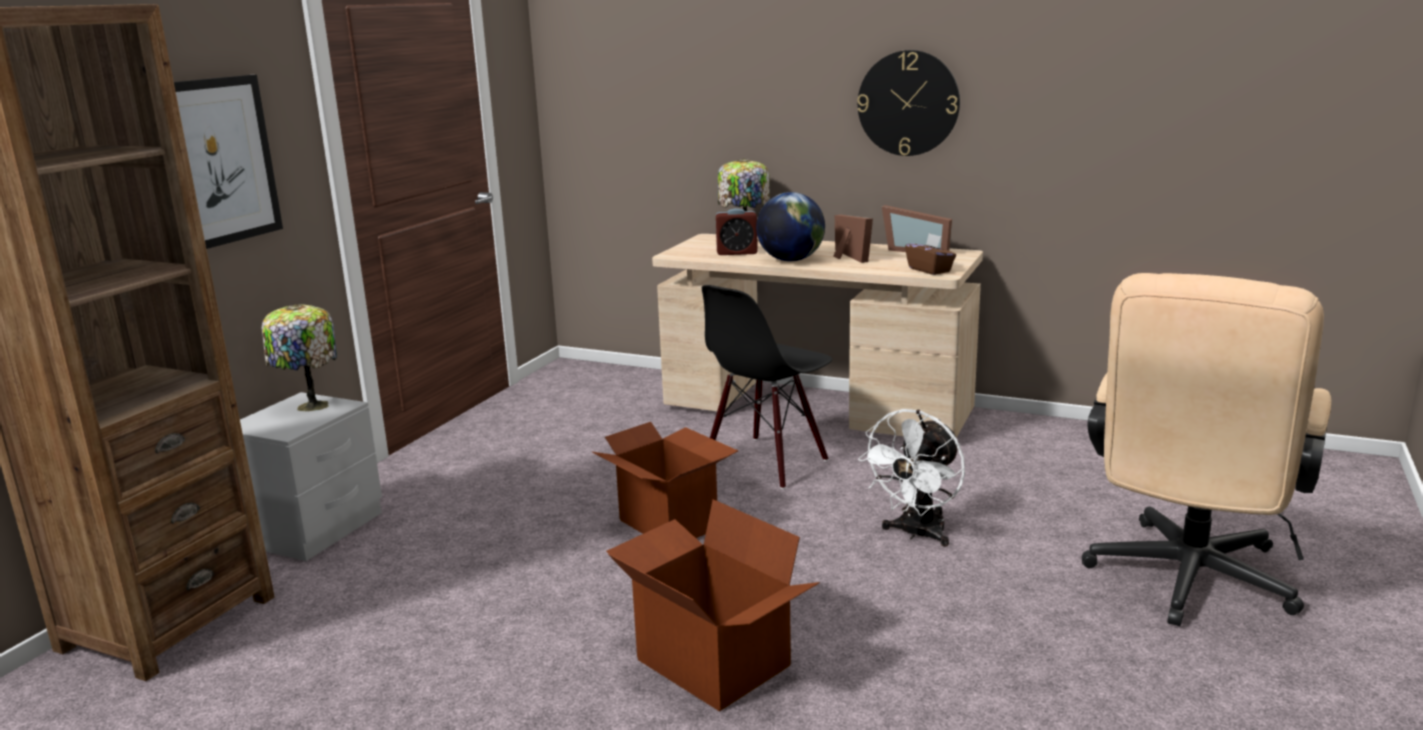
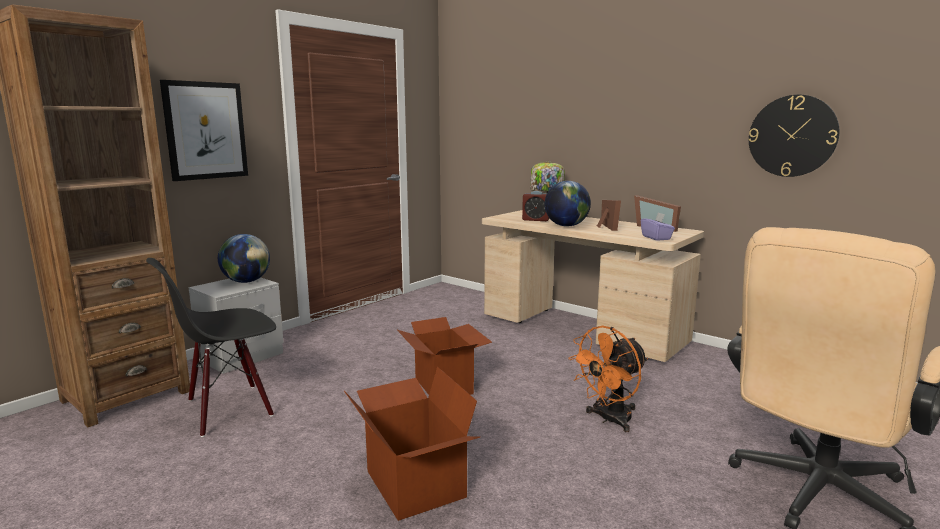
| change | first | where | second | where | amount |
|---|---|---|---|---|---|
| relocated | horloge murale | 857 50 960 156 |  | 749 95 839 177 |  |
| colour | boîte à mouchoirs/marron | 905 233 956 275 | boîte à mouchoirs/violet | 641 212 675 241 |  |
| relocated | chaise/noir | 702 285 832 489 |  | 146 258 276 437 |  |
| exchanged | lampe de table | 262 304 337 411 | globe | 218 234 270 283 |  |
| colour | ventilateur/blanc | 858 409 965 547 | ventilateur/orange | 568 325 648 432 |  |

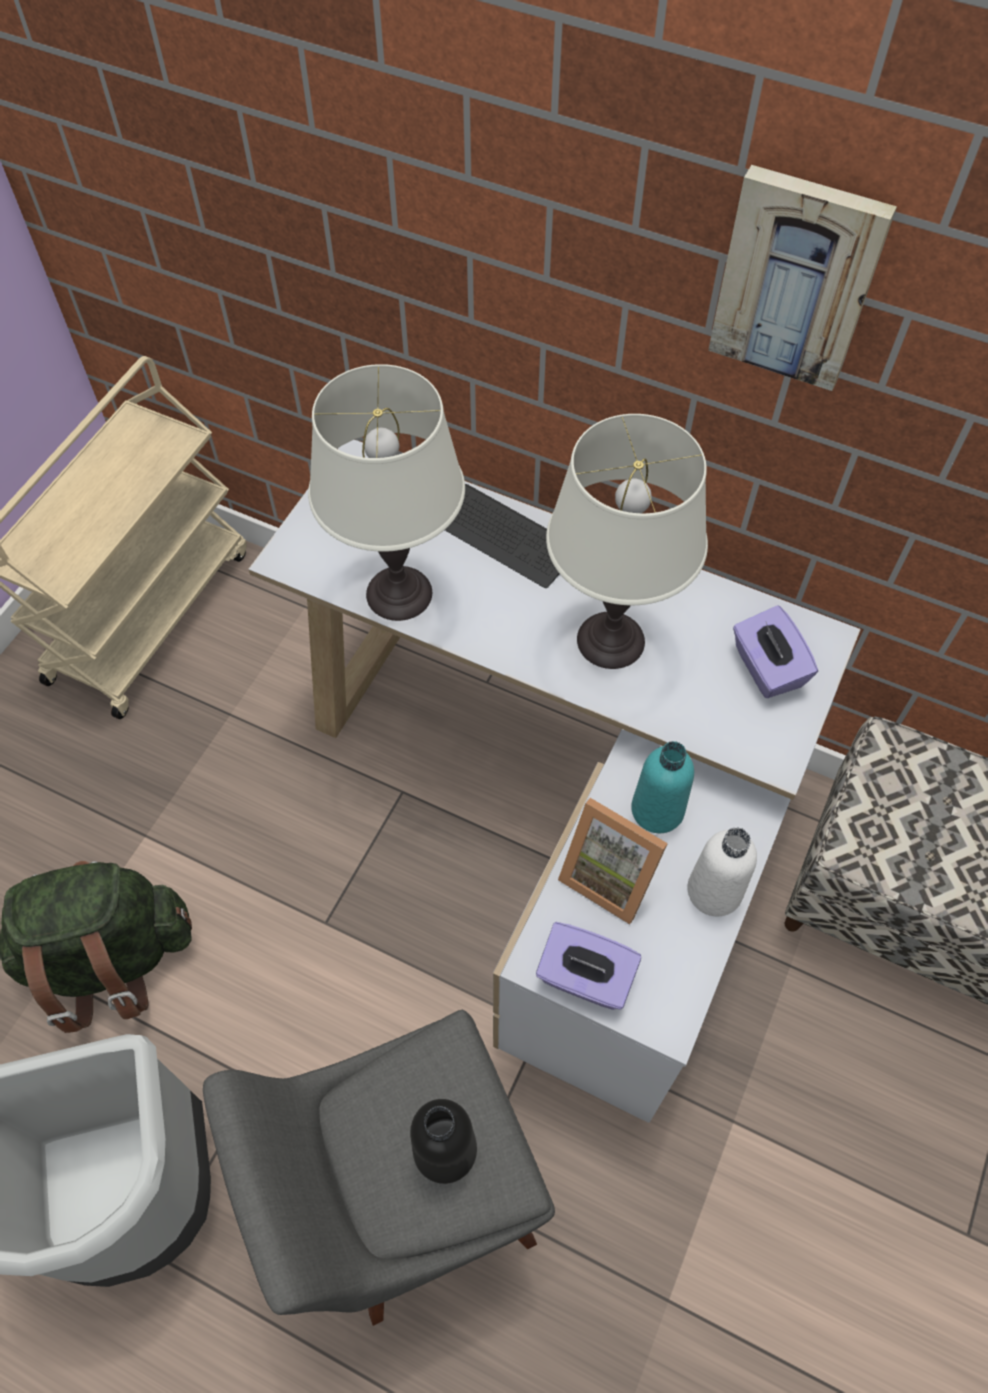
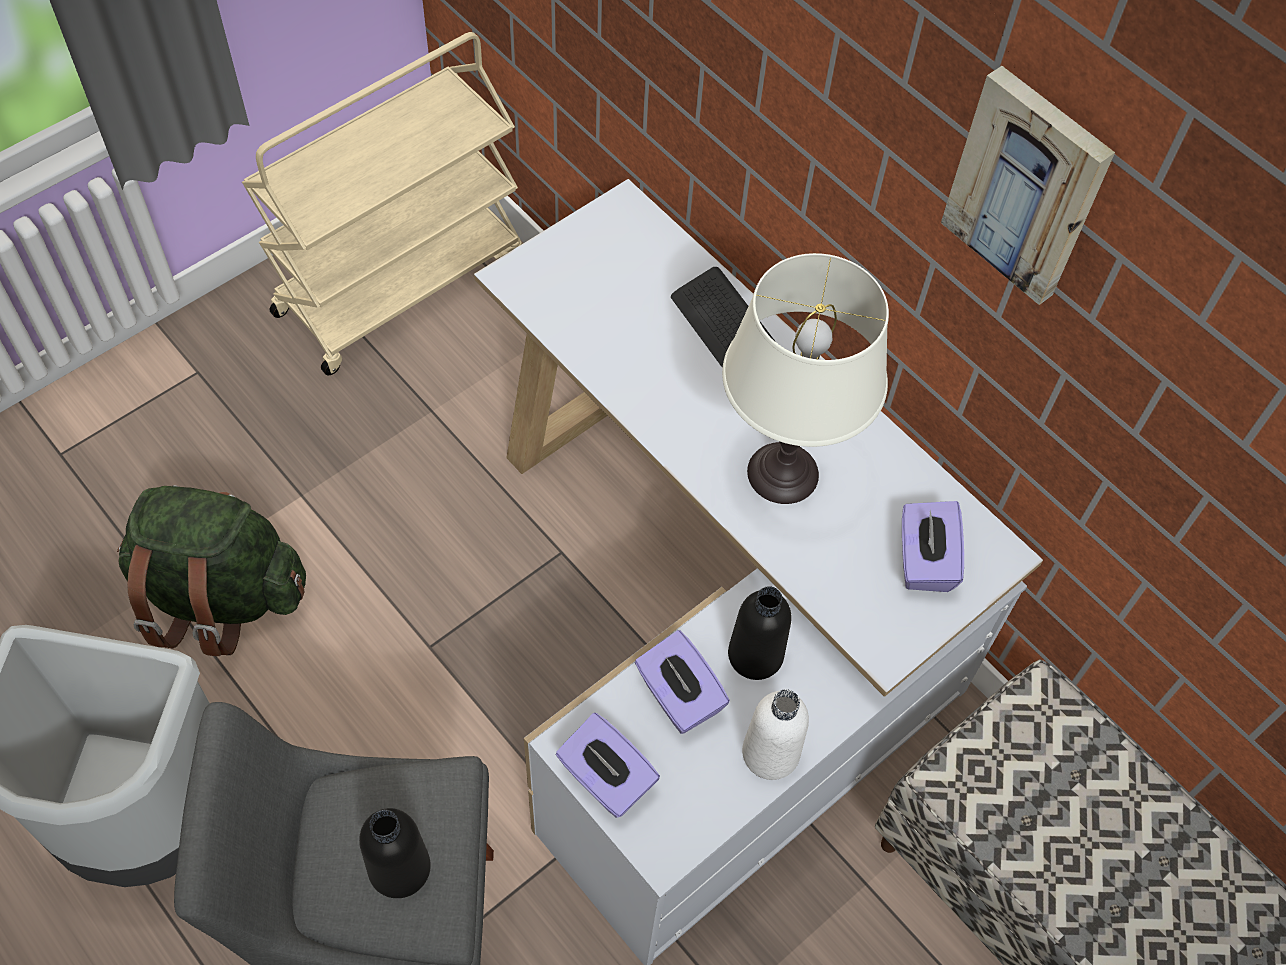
| change | first | where | second | where | amount |
|---|---|---|---|---|---|
| missing | lampe de table/blanc | 308 364 465 621 |  |  |  |
| colour | bouteille/turquoise | 631 741 694 833 | bouteille/noir | 728 586 791 680 |  |
| exchanged | cadre photo | 558 798 668 925 | boîte à mouchoirs/violet | 635 630 730 734 |  |

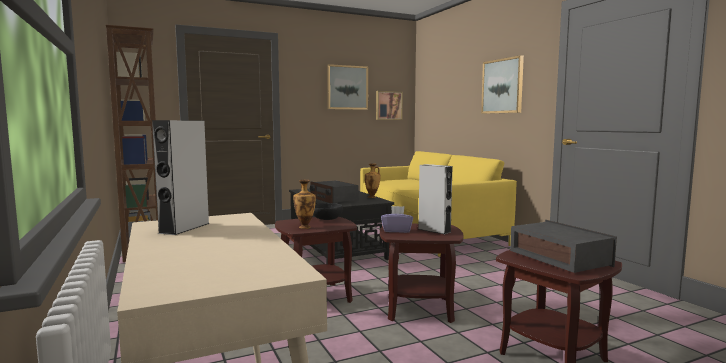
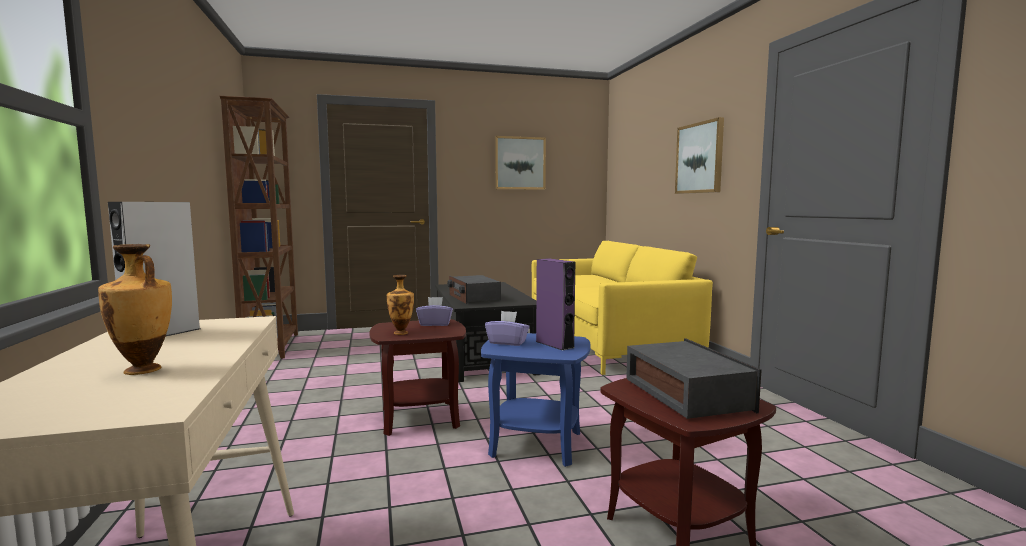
| change | first | where | second | where | amount |
|---|---|---|---|---|---|
| missing | tableau | 376 91 403 120 |  |  |  |
| relocated | vase | 365 163 380 198 |  | 98 244 172 375 |  |
| colour | enceinte/gris | 418 164 453 234 | enceinte/violet | 536 258 575 351 |  |
| exchanged | bol/noir | 313 203 343 220 | boîte à mouchoirs/violet | 416 297 453 326 |  |
| colour | table d'appoint/marron | 380 224 464 323 | table d'appoint/bleu | 481 333 591 467 |  |

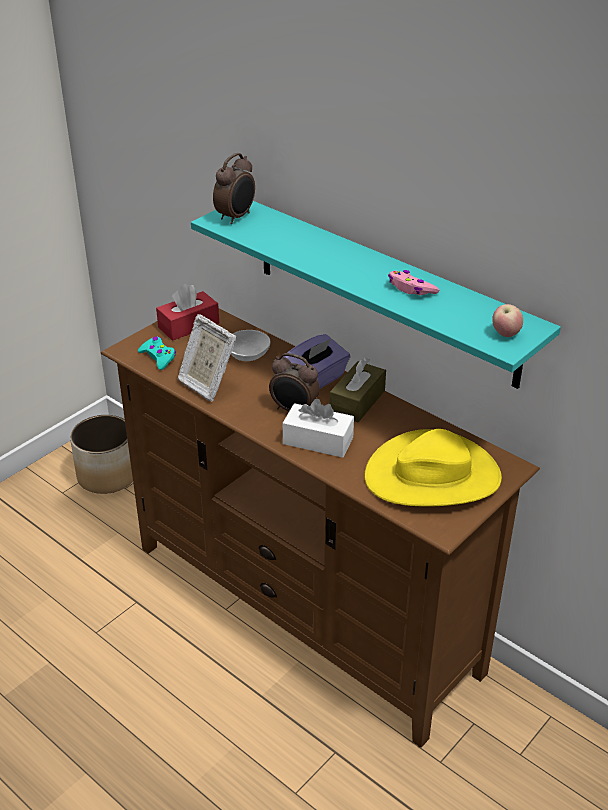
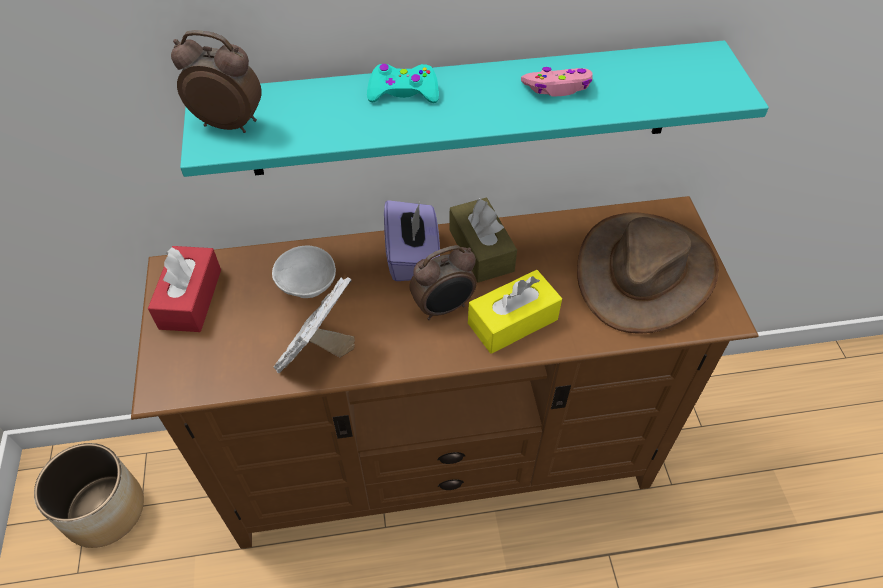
| change | first | where | second | where | amount |
|---|---|---|---|---|---|
| spun | réveil | 213 153 255 224 |  | 171 30 262 133 | 60 degrees counterclockwise |
| missing | pomme | 492 304 523 337 |  |  |  |
| spun | cadre photo | 178 314 237 402 |  | 274 276 355 373 | 120 degrees clockwise |
| relocated | manette/turquoise | 138 337 176 370 |  | 367 64 439 103 |  |
| colour | boîte à mouchoirs/blanc | 283 399 354 458 | boîte à mouchoirs/jaune | 468 270 562 354 |  |
| colour | chapeau/jaune | 364 429 502 506 | chapeau/marron | 577 212 719 334 |  |

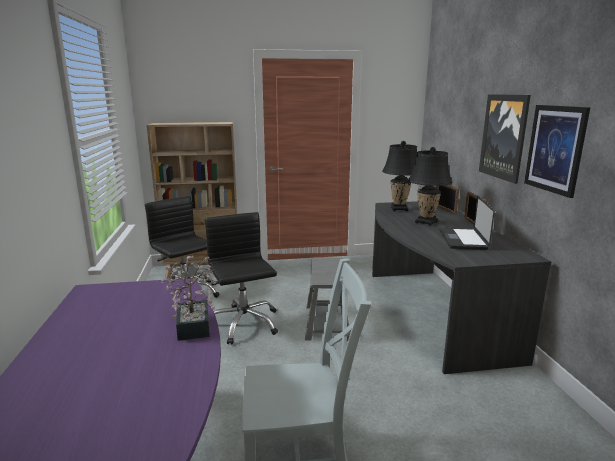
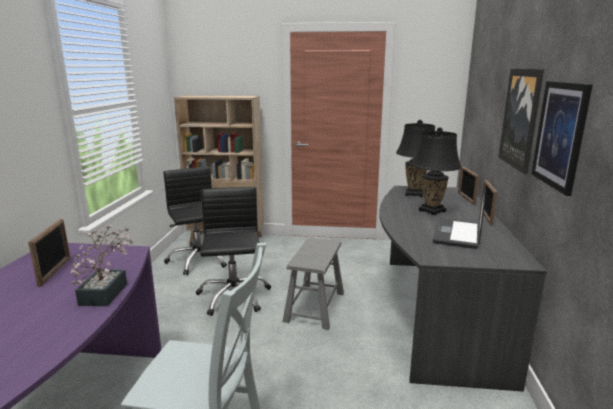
| change | first | where | second | where | amount |
|---|---|---|---|---|---|
| appeared |  |  | cadre photo | 28 219 70 287 |  |

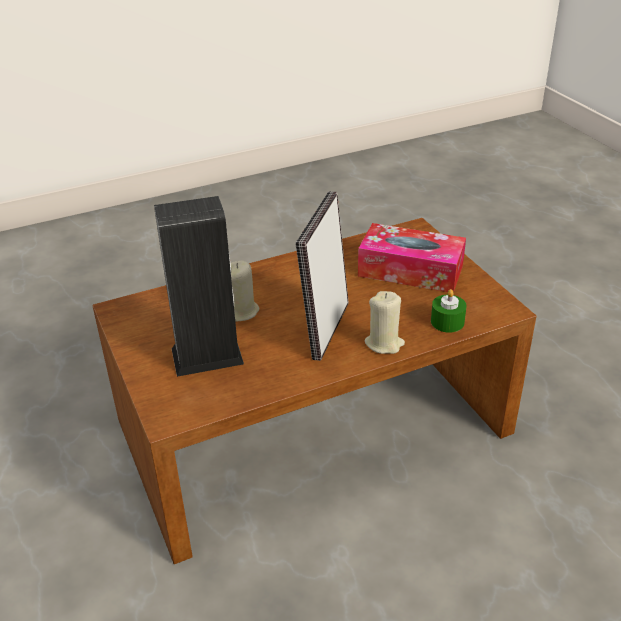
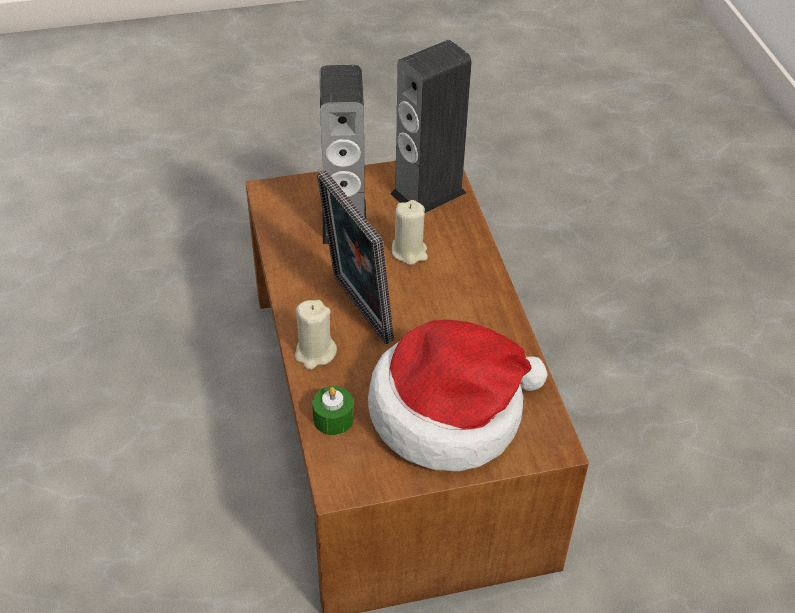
| change | first | where | second | where | amount |
|---|---|---|---|---|---|
| spun | cadre photo | 296 191 348 361 |  | 317 170 394 344 | 150 degrees counterclockwise |
| exchanged | boîte à mouchoirs | 358 223 466 293 | chapeau | 368 320 548 471 |  |
| appeared |  |  | enceinte | 391 40 472 213 |  |

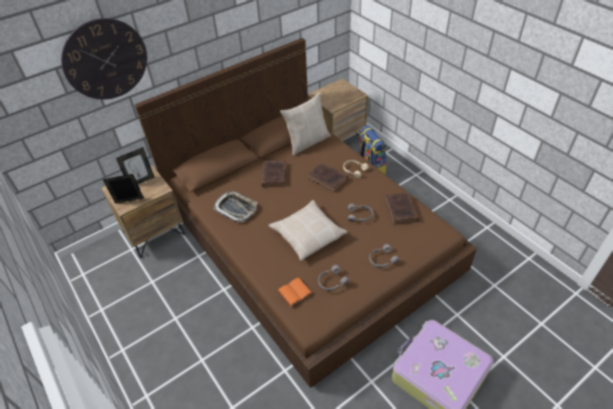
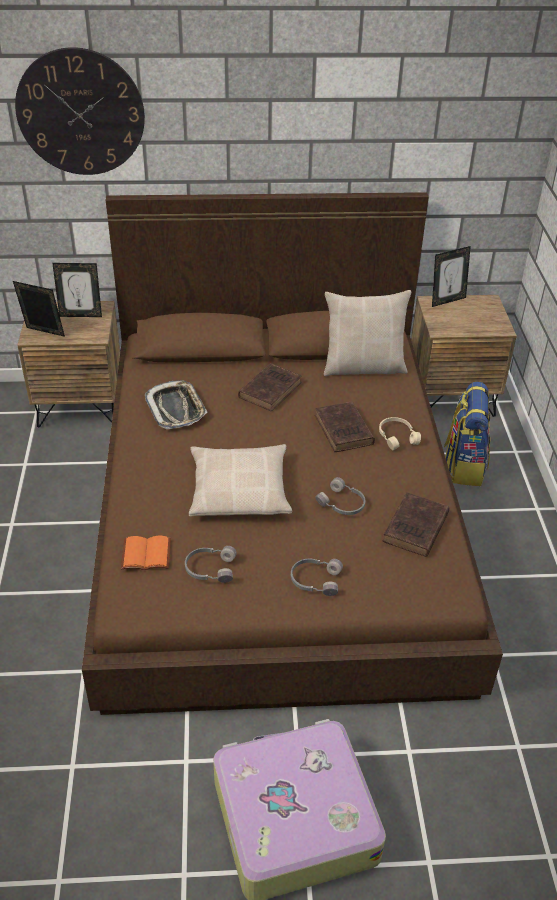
| change | first | where | second | where | amount |
|---|---|---|---|---|---|
| appeared |  |  | cadre photo | 432 246 471 307 |  |

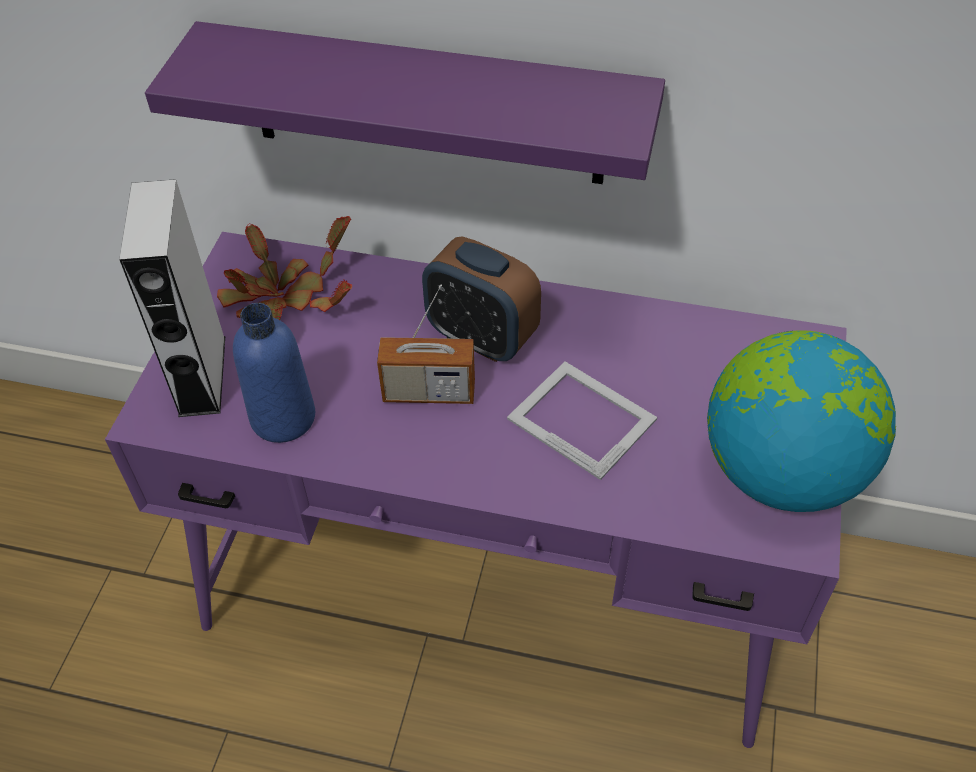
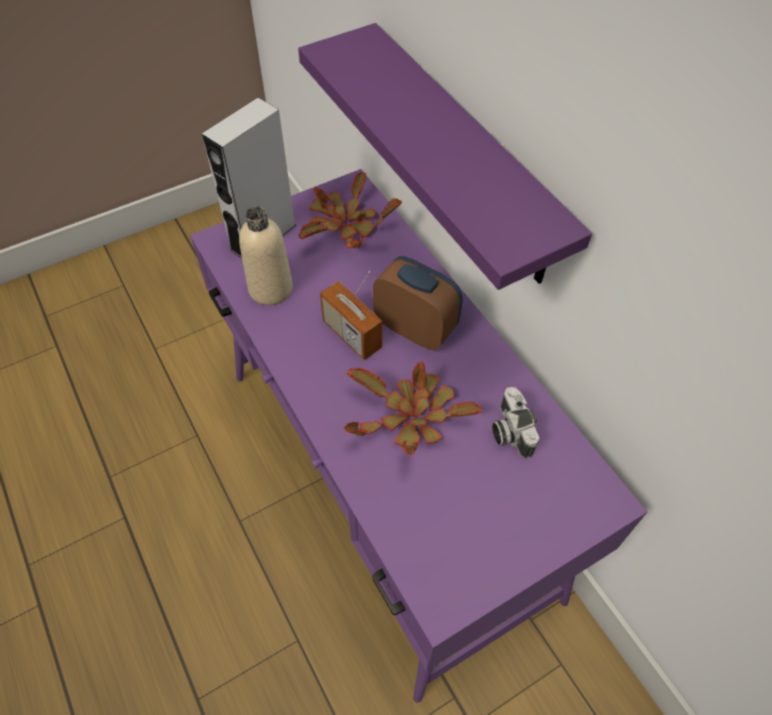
| change | first | where | second | where | amount |
|---|---|---|---|---|---|
| spun | réveil | 422 236 541 362 |  | 373 256 463 350 | 135 degrees clockwise |
| colour | bouteille/bleu | 233 303 315 443 | bouteille/beige | 239 206 293 305 |  |
| missing | globe | 707 331 896 512 |  |  |  |
| exchanged | cadre photo | 507 361 657 480 | plante en pot | 344 362 482 456 |  |
| appeared |  |  | appareil photo | 492 387 539 459 |  |

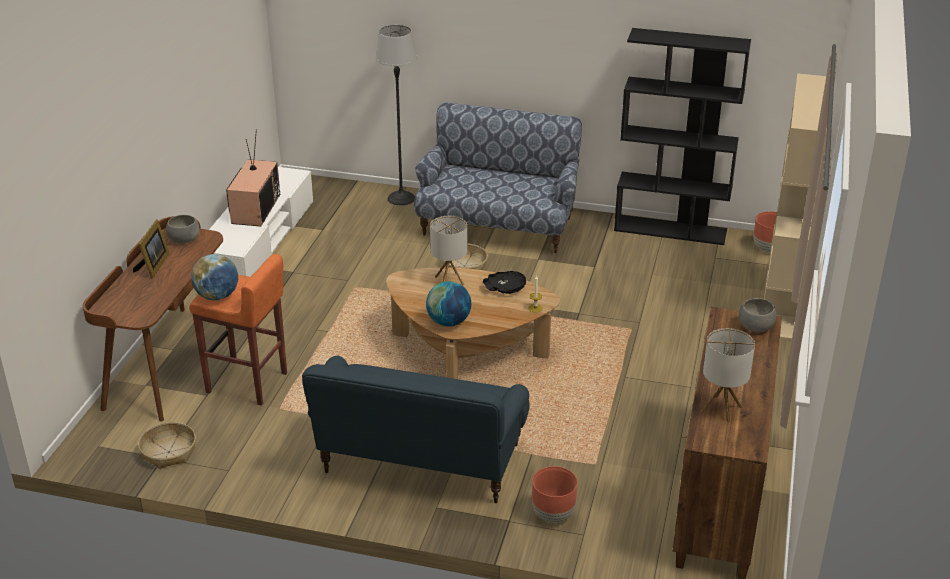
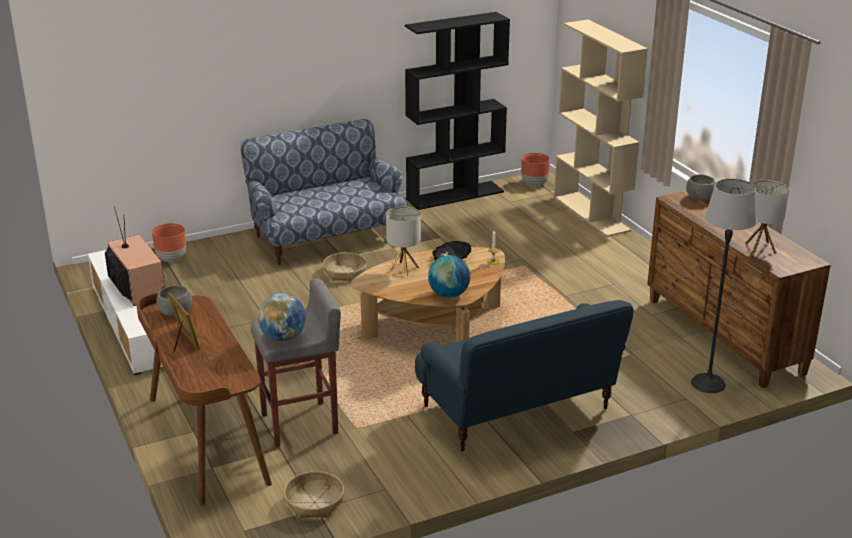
| change | first | where | second | where | amount |
|---|---|---|---|---|---|
| relocated | lampadaire | 376 25 417 206 |  | 691 179 757 393 |  |
| colour | tabouret/orange | 189 254 287 406 | tabouret/gris | 251 278 341 447 |  |
| relocated | cache-pot/marron | 532 466 578 523 |  | 152 223 186 262 |  |

